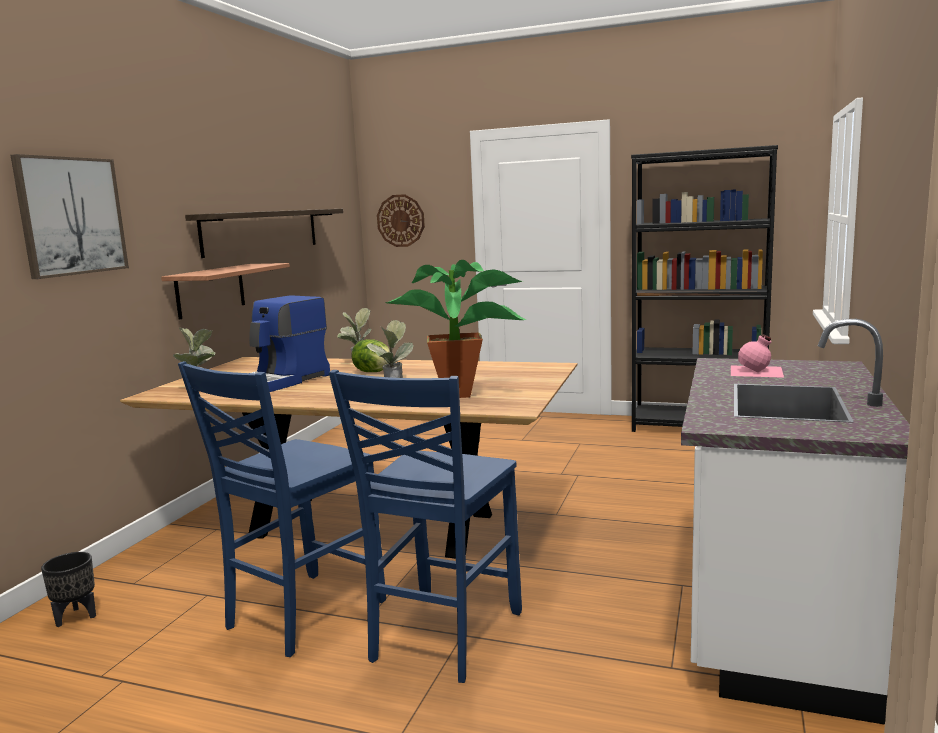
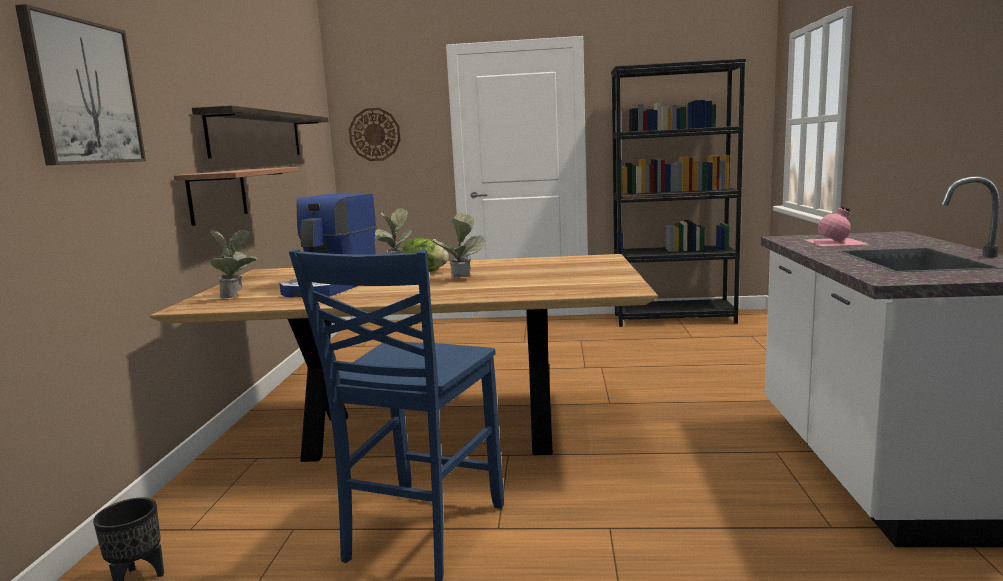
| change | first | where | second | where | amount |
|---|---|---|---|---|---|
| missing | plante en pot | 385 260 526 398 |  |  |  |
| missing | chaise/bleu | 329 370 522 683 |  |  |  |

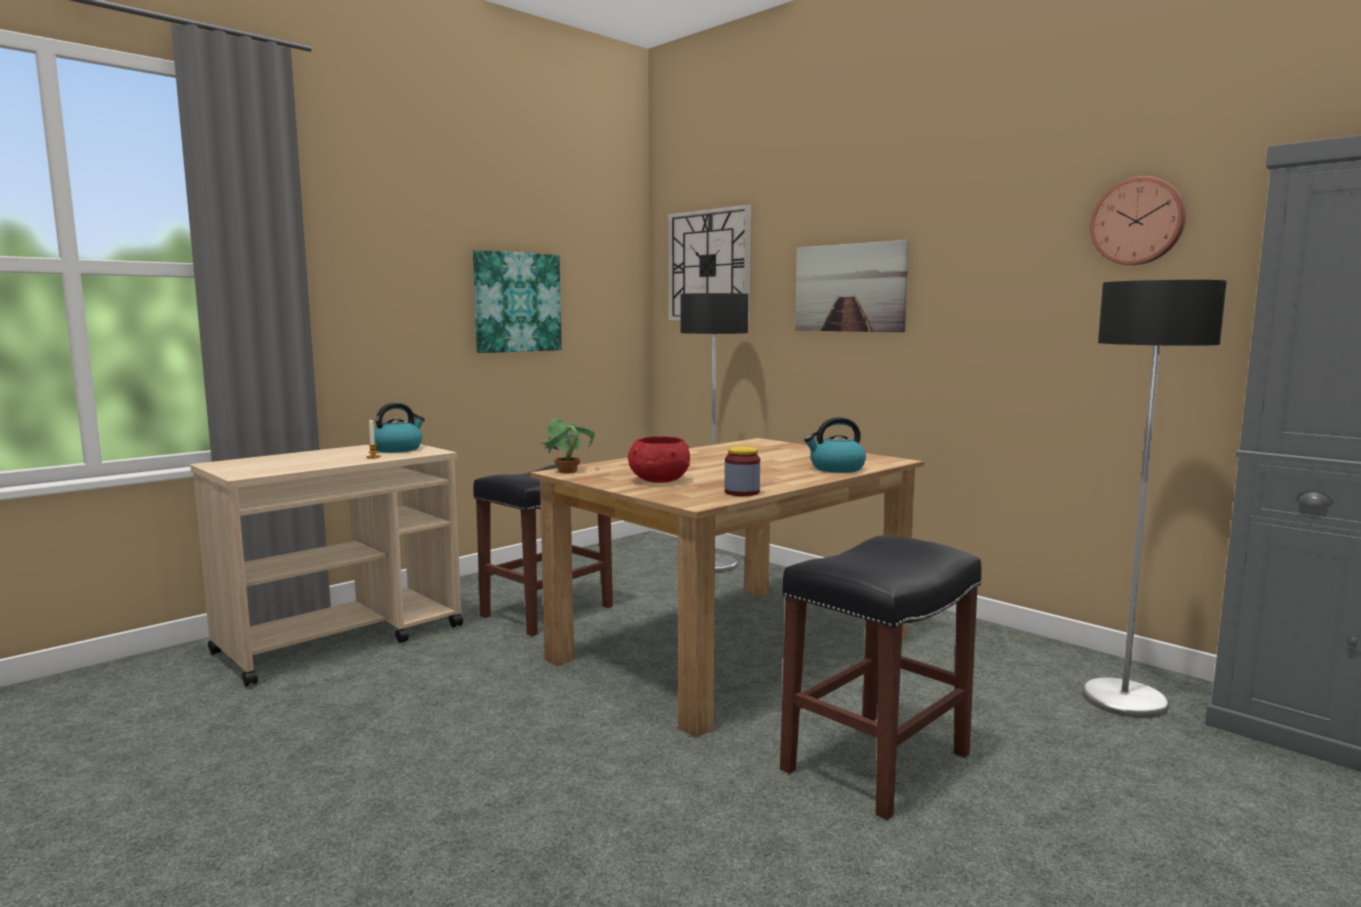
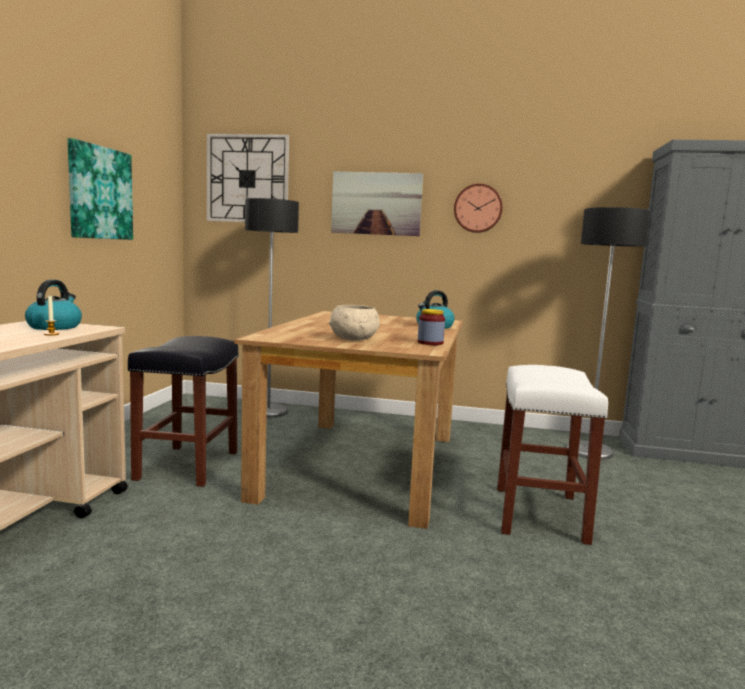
| change | first | where | second | where | amount |
|---|---|---|---|---|---|
| relocated | horloge murale | 1090 176 1186 265 |  | 454 184 503 233 |  |
| missing | plante en pot | 540 418 595 473 |  |  |  |
| colour | bol/rouge | 628 436 690 483 | bol/beige | 329 305 380 341 |  |
| colour | tabouret/noir | 780 536 982 820 | tabouret/blanc | 497 365 608 545 |  |

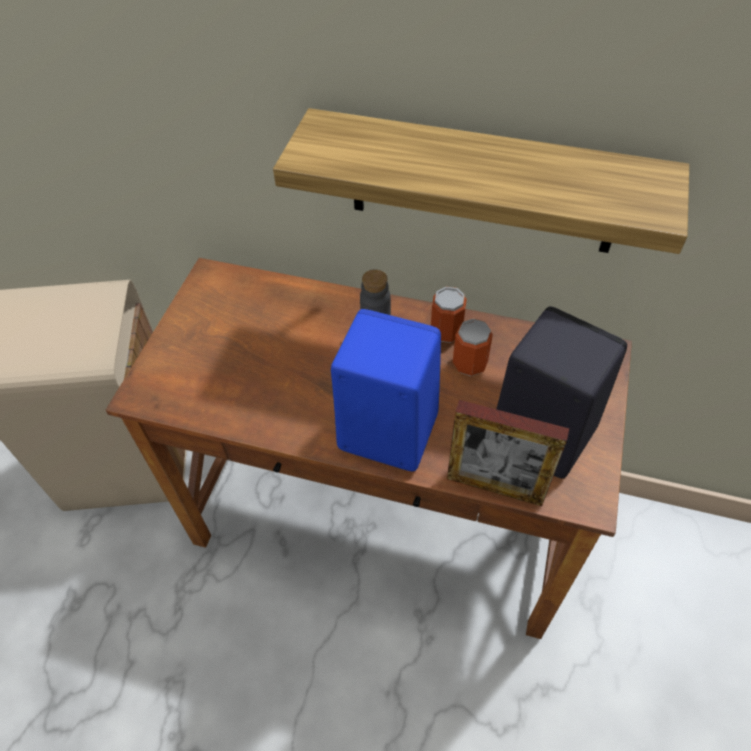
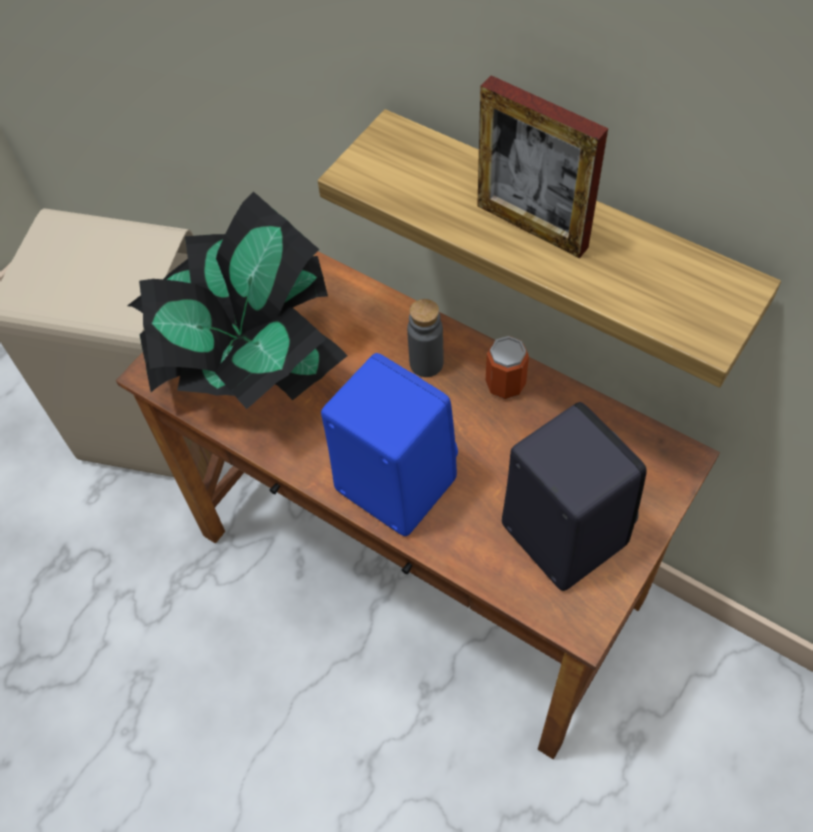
| change | first | where | second | where | amount |
|---|---|---|---|---|---|
| missing | boîte métallique | 453 318 493 376 |  |  |  |
| relocated | cadre photo | 447 400 569 506 |  | 477 75 608 258 |  |
| appeared |  |  | plante en pot | 127 192 348 409 |  |

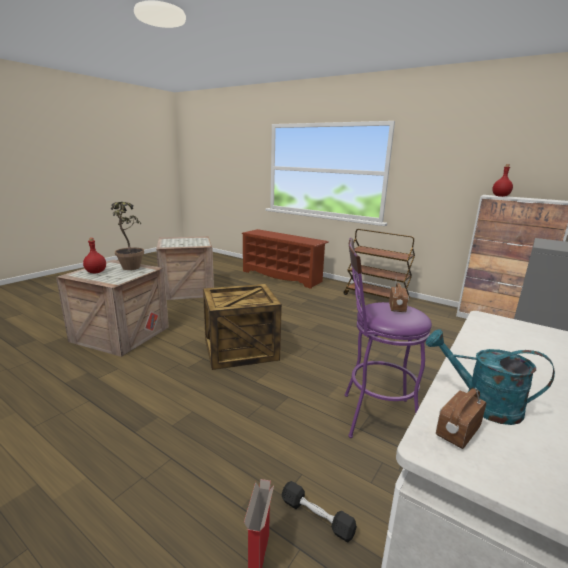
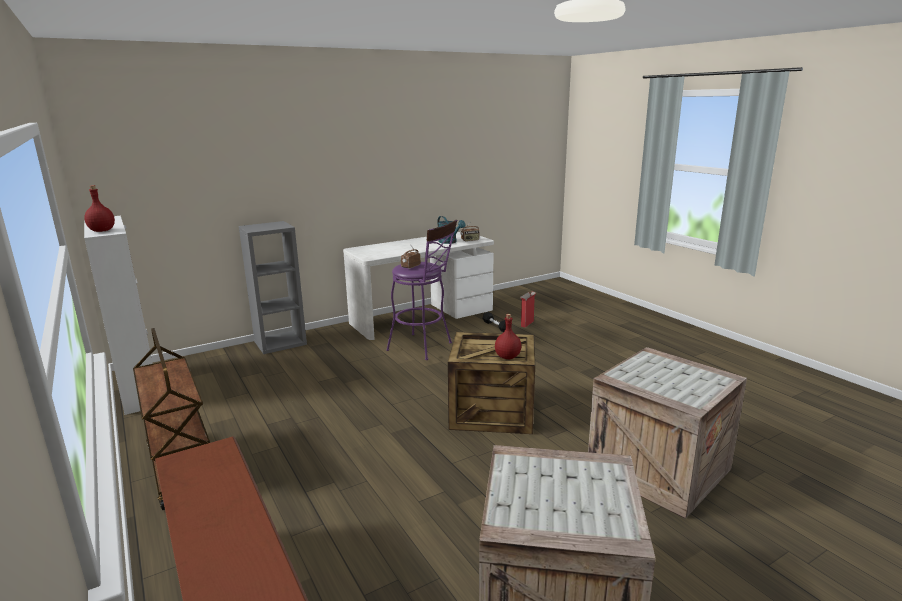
| change | first | where | second | where | amount |
|---|---|---|---|---|---|
| missing | plante en pot | 111 202 144 270 |  |  |  |
| relocated | bouteille/rouge | 83 238 106 273 |  | 495 314 521 359 |  |

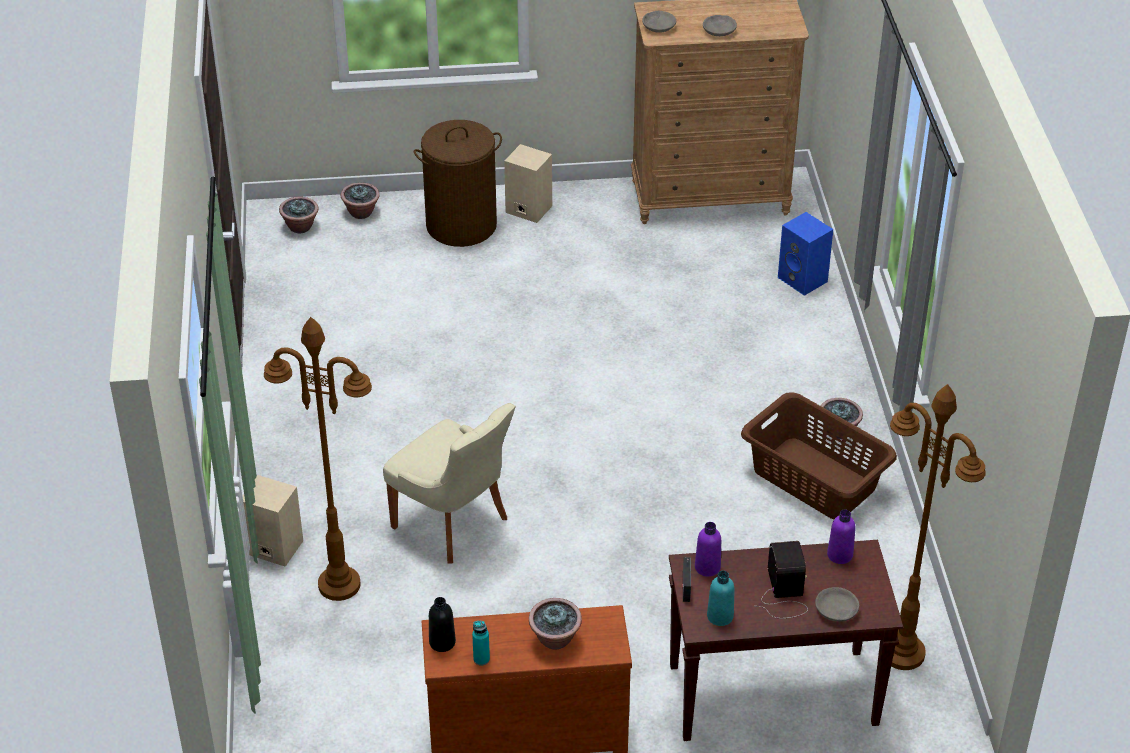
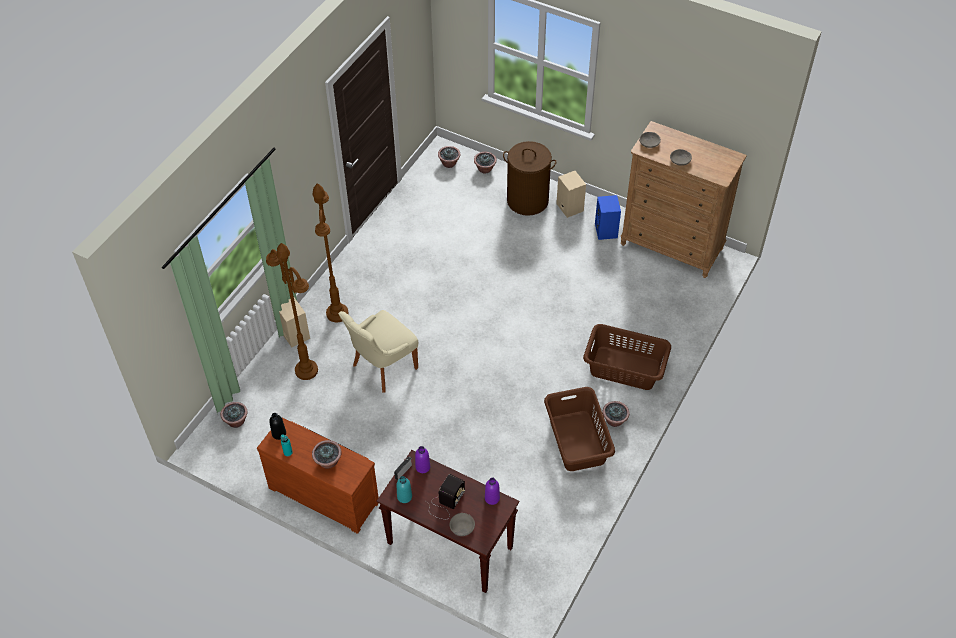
| change | first | where | second | where | amount |
|---|---|---|---|---|---|
| relocated | enceinte/bleu | 778 212 833 296 |  | 595 195 621 240 |  |
| relocated | lampadaire/marron | 890 384 986 670 |  | 313 183 349 322 |  |
| spun | chaise/beige | 383 403 515 564 |  | 338 310 418 392 | 60 degrees clockwise |
| appeared |  |  | panier à linge/marron | 583 324 671 390 |  |
| appeared |  |  | plante en pot | 221 402 248 428 |  |

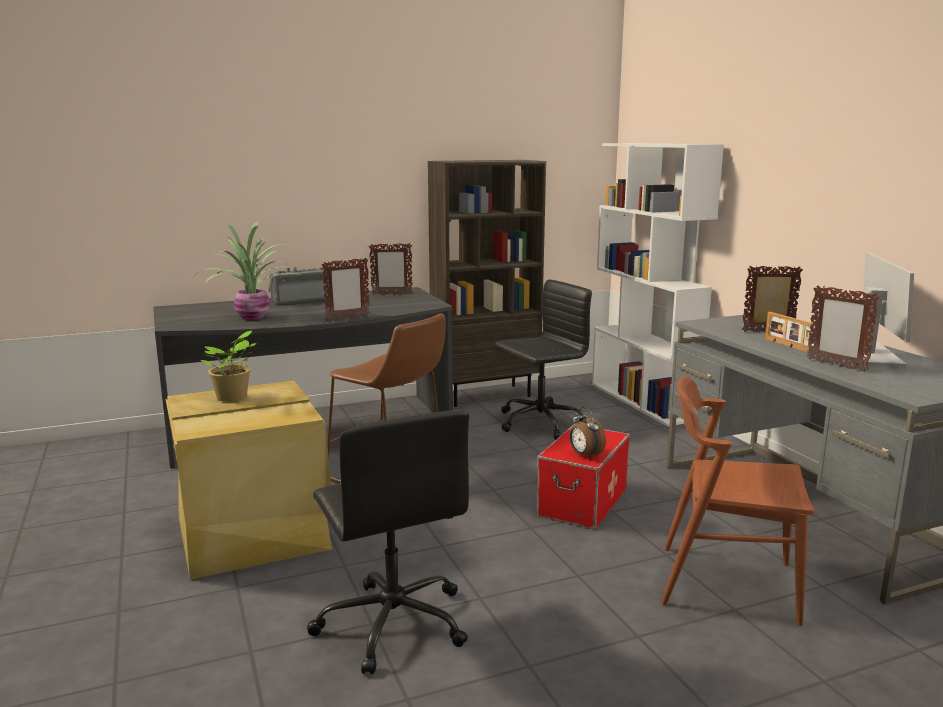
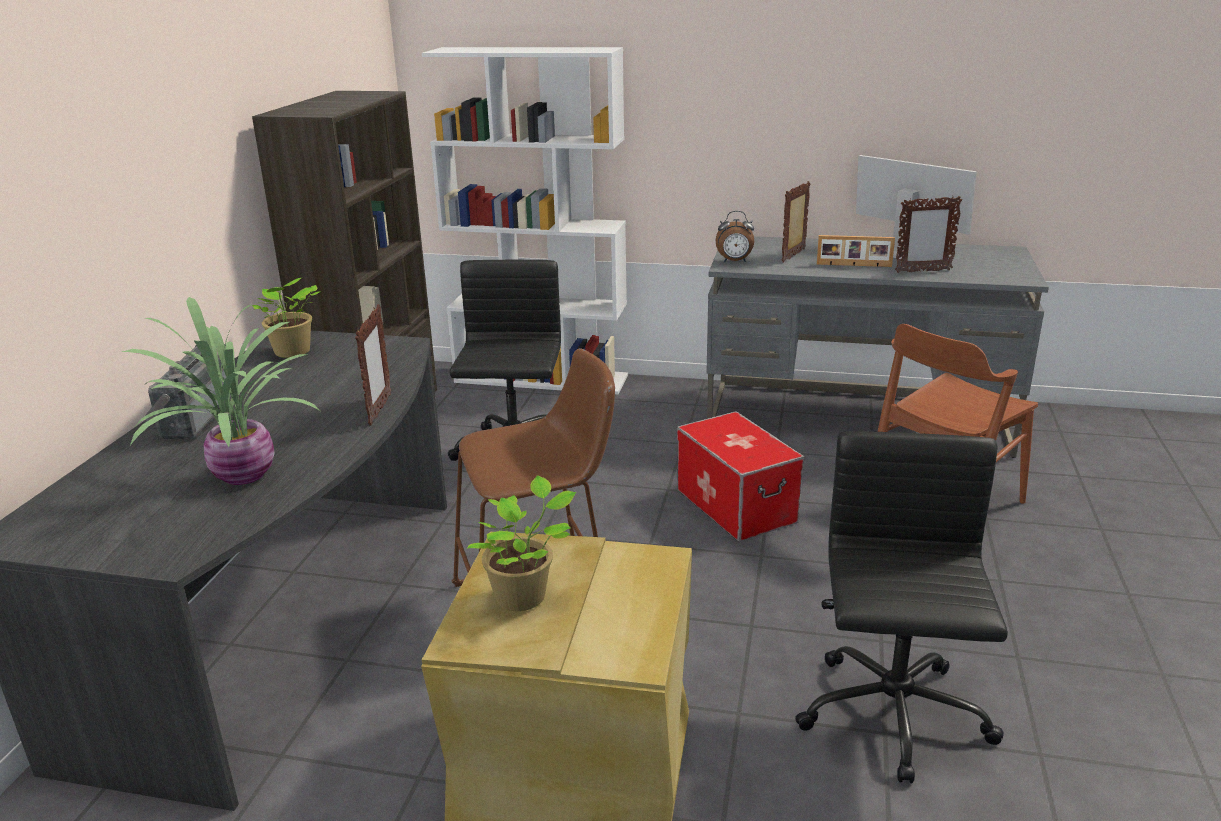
| change | first | where | second | where | amount |
|---|---|---|---|---|---|
| exchanged | cadre photo | 369 243 413 295 | plante en pot | 252 277 320 358 |  |
| relocated | réveil | 569 407 606 459 |  | 716 211 754 262 |  |
| spun | chaise de bureau/noir | 307 410 469 674 |  | 795 431 1008 783 | 90 degrees counterclockwise |

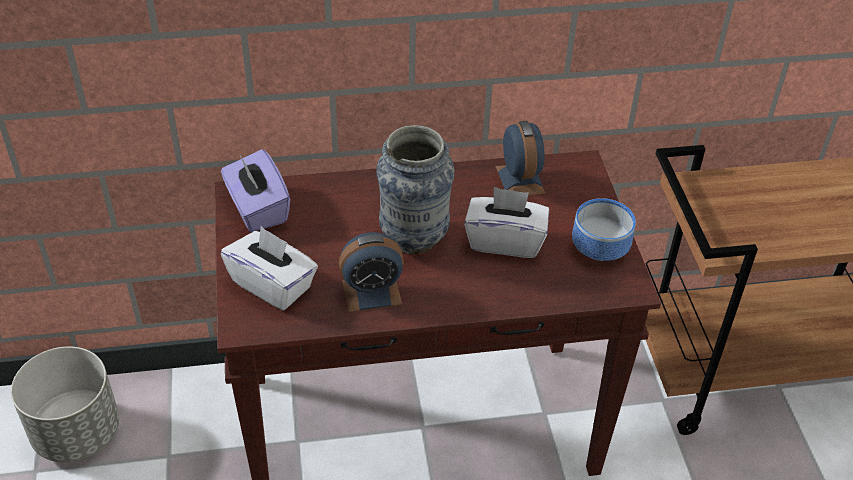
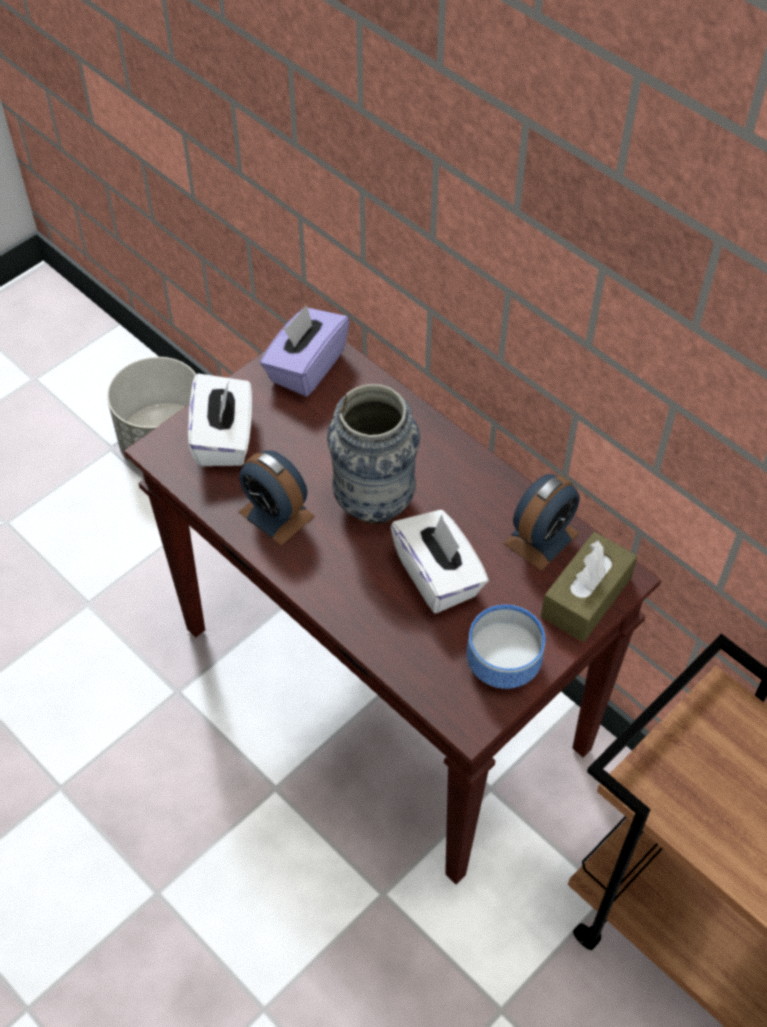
| change | first | where | second | where | amount |
|---|---|---|---|---|---|
| appeared |  |  | boîte à mouchoirs/marron | 541 532 637 642 |  |

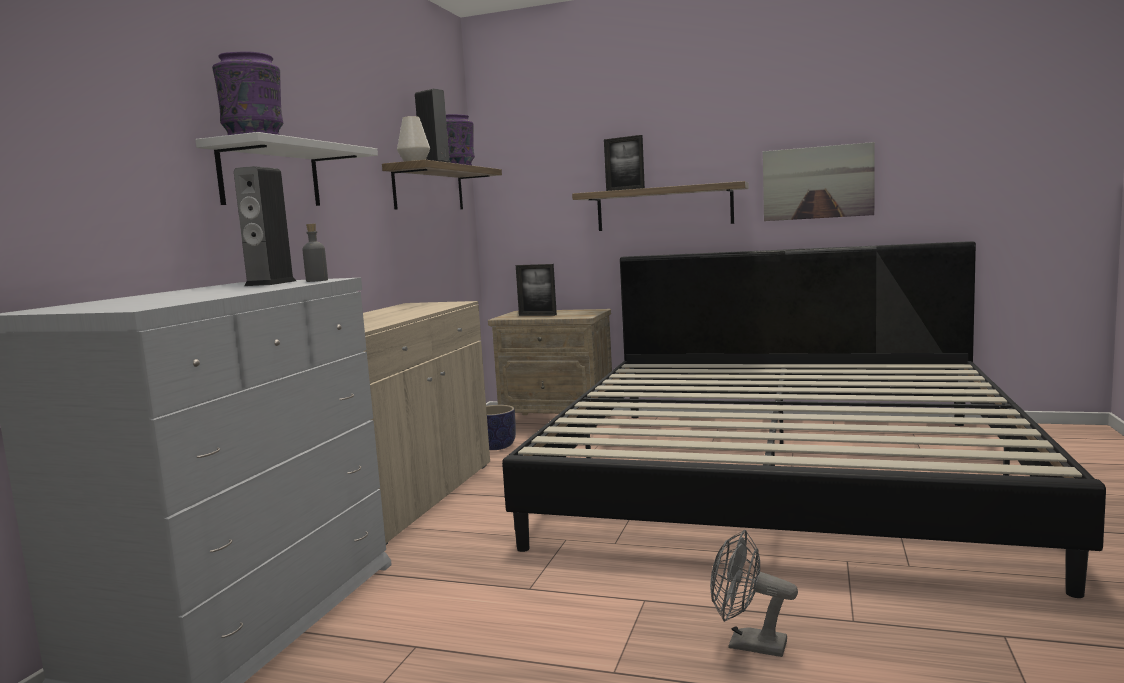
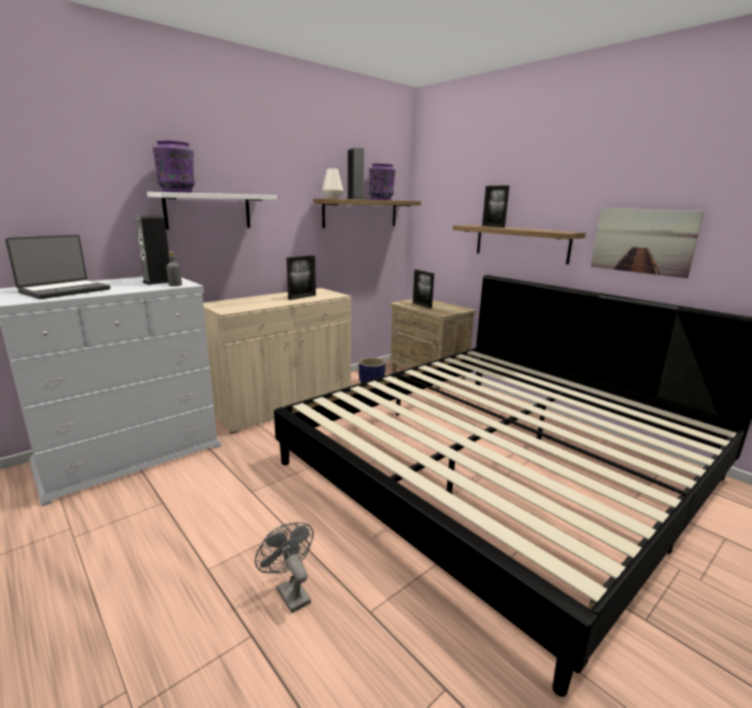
| change | first | where | second | where | amount |
|---|---|---|---|---|---|
| appeared |  |  | ordinateur portable | 5 235 110 299 |  |
| appeared |  |  | cadre photo | 286 255 316 300 |  |

